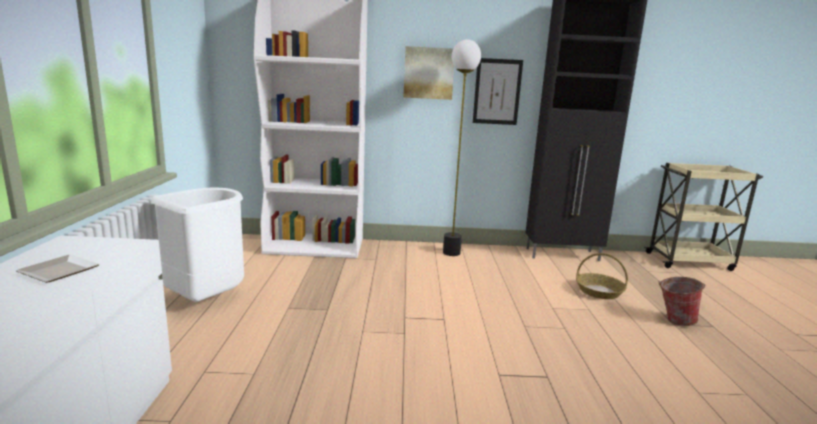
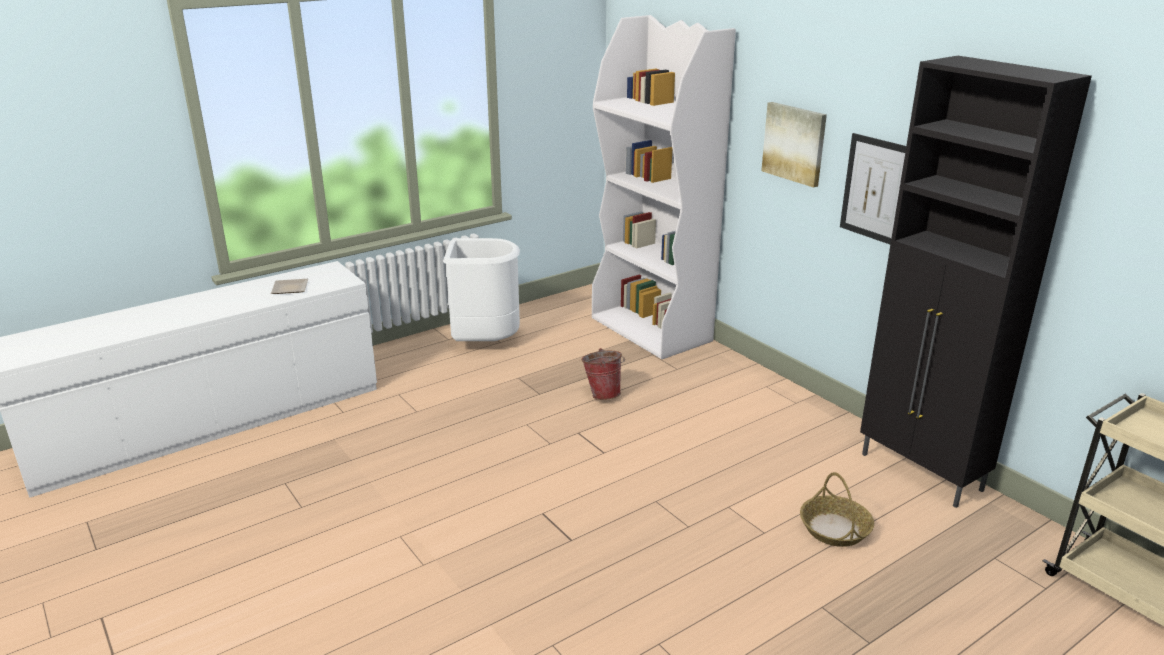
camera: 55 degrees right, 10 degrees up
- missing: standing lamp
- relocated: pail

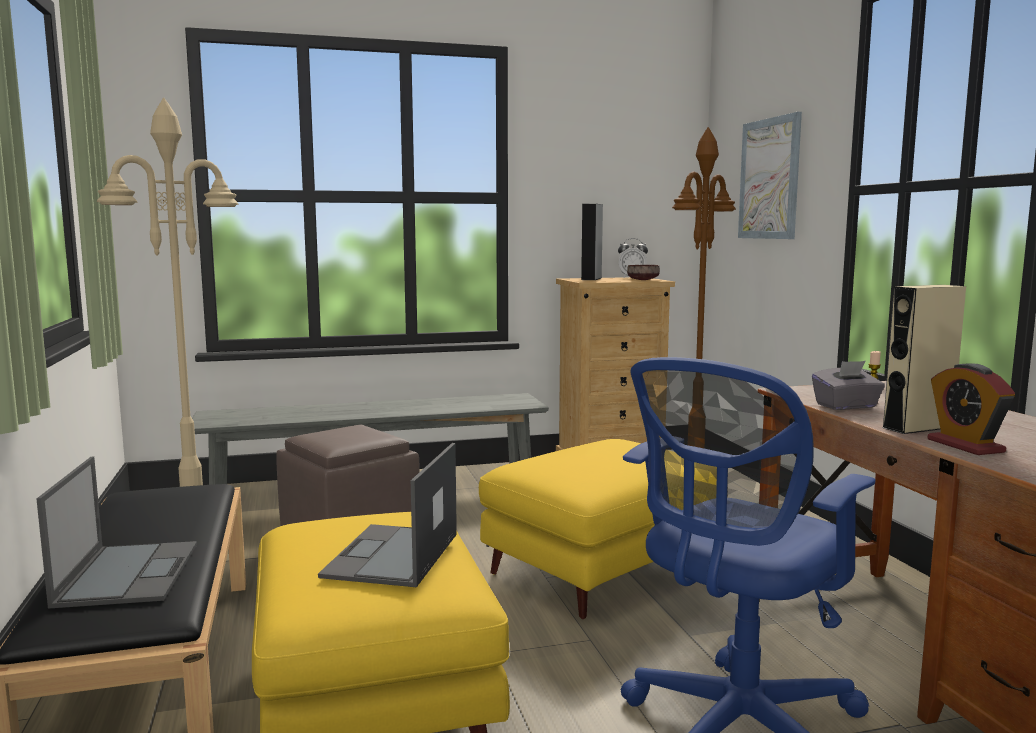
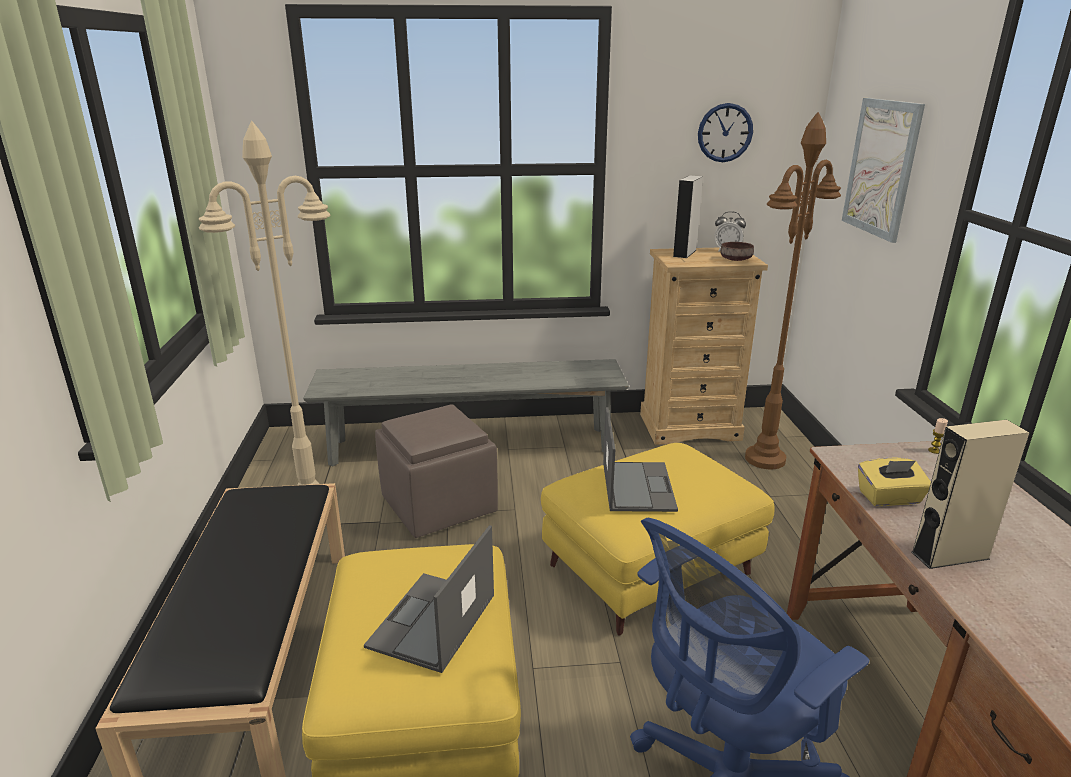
camera: 10 degrees right, 15 degrees up
- missing: alarm clock (no. 2 from left)
- appeared: wall clock
- relocated: portable computer (no. 1 from left in the first image) to portable computer (no. 2 from left)
- colour: gray tissue holder to yellow tissue holder

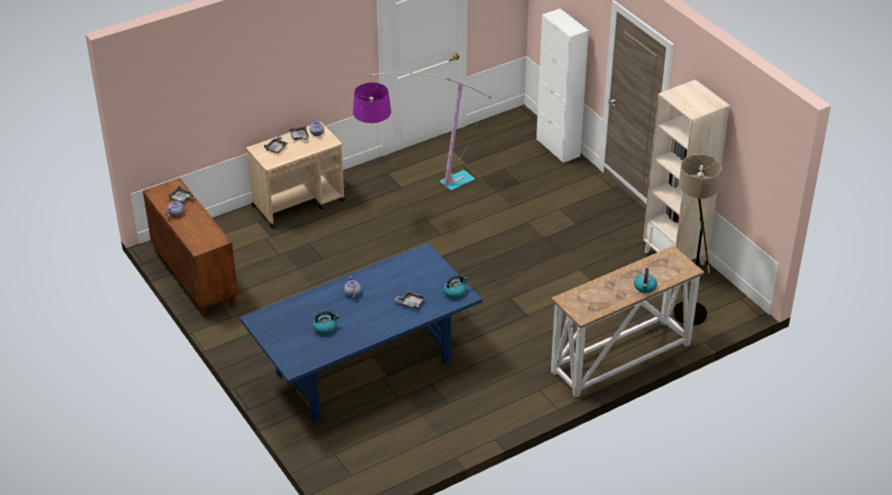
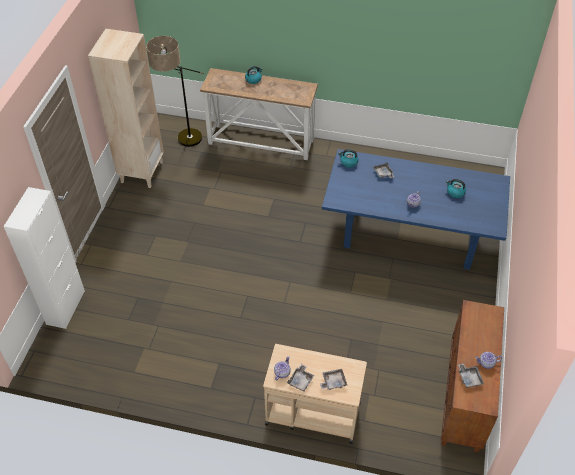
camera: 135 degrees left, 10 degrees up
- missing: standing lamp (no. 1 from left)

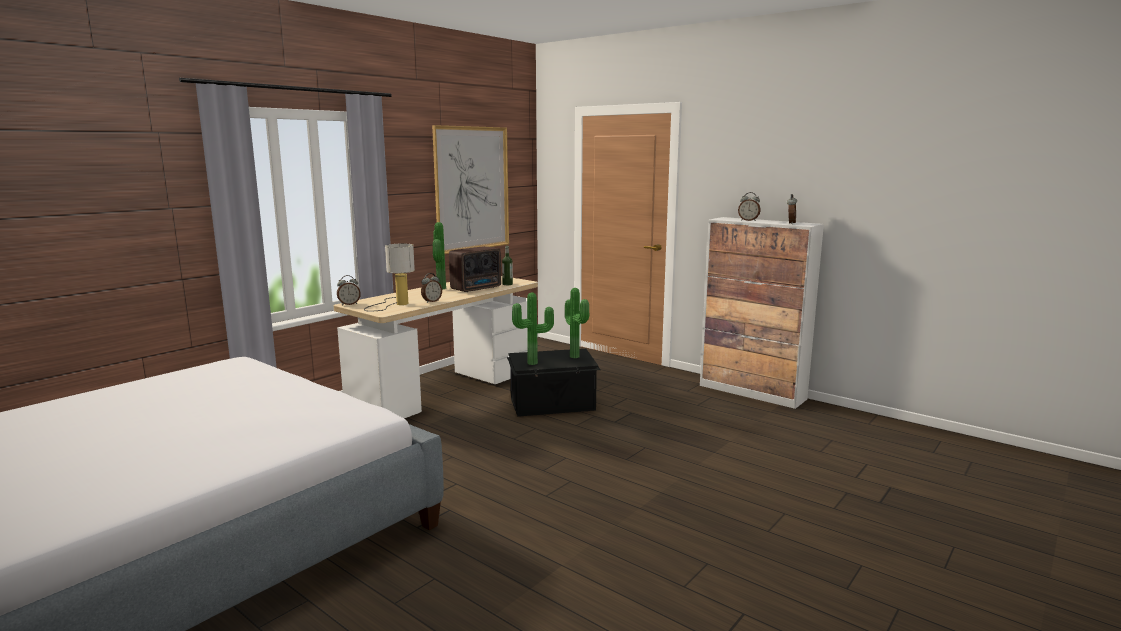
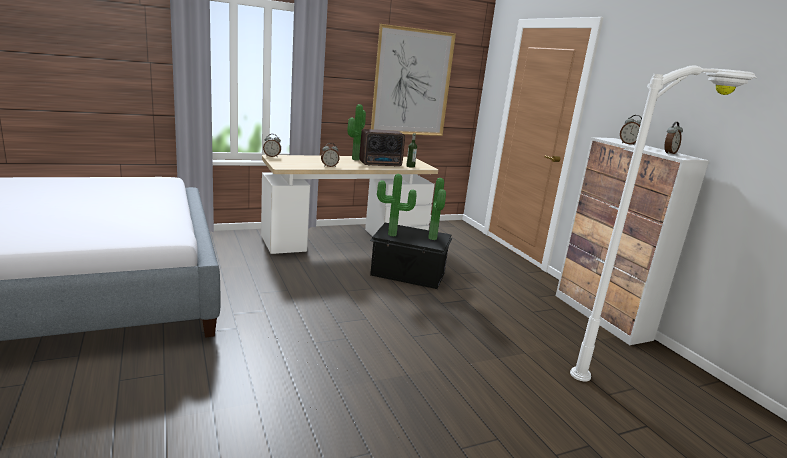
camera: 25 degrees right, 5 degrees up
- missing: tabletop lamp
- appeared: white standing lamp

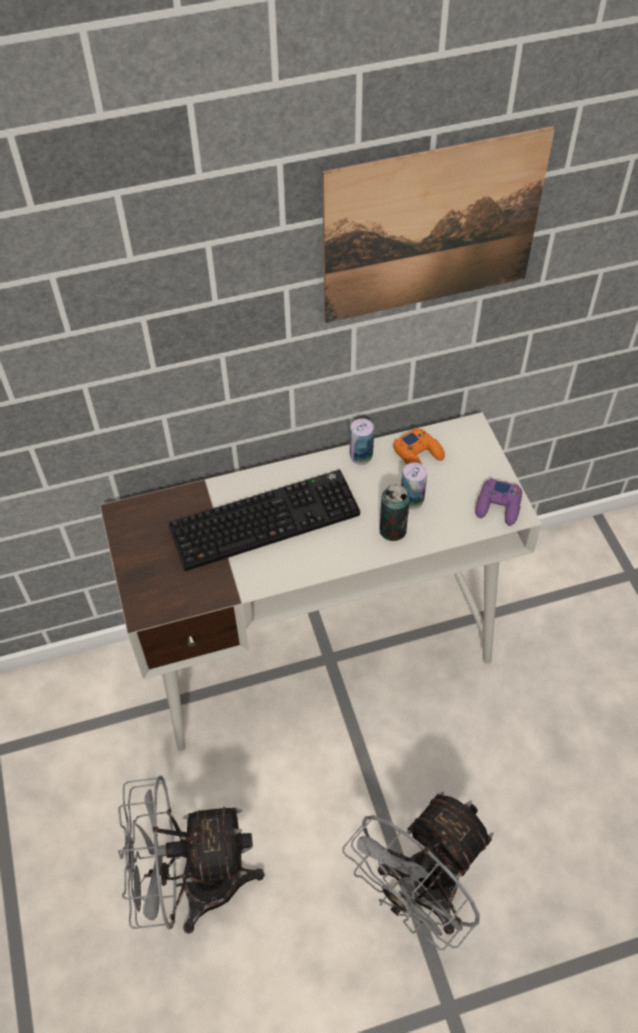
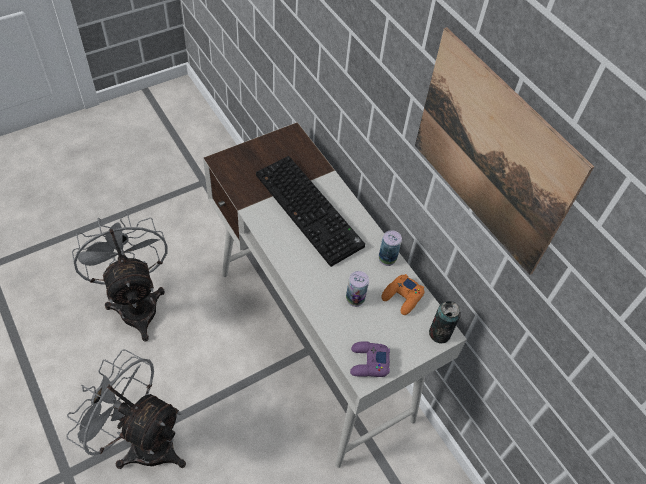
camera: 70 degrees right, 0 degrees up
- relocated: can (no. 2 from left in the first image) to can (no. 3 from left)

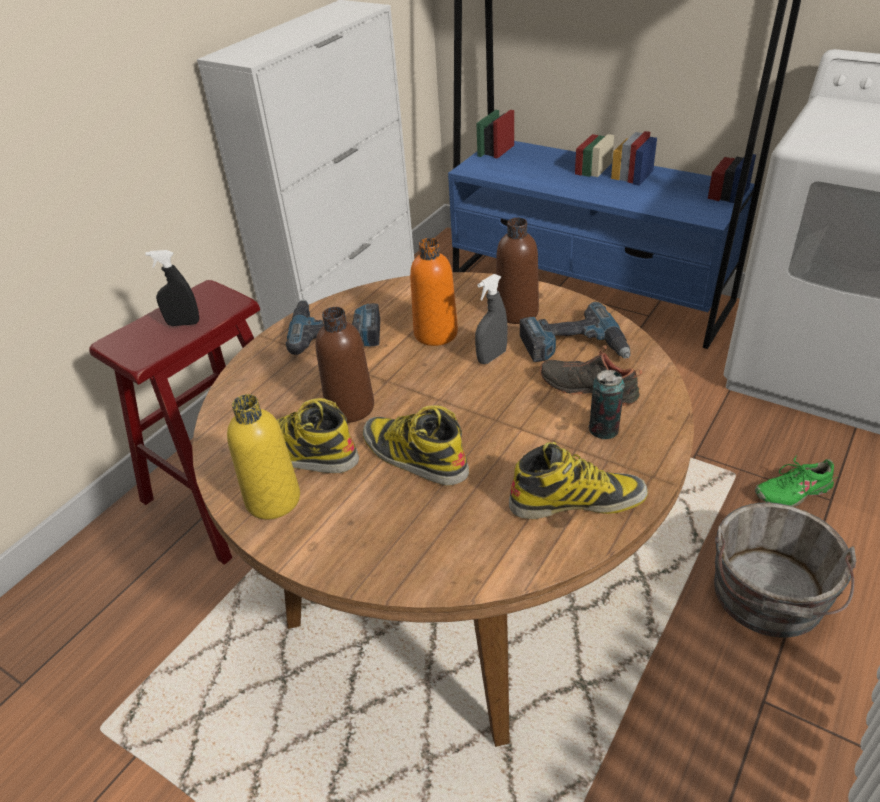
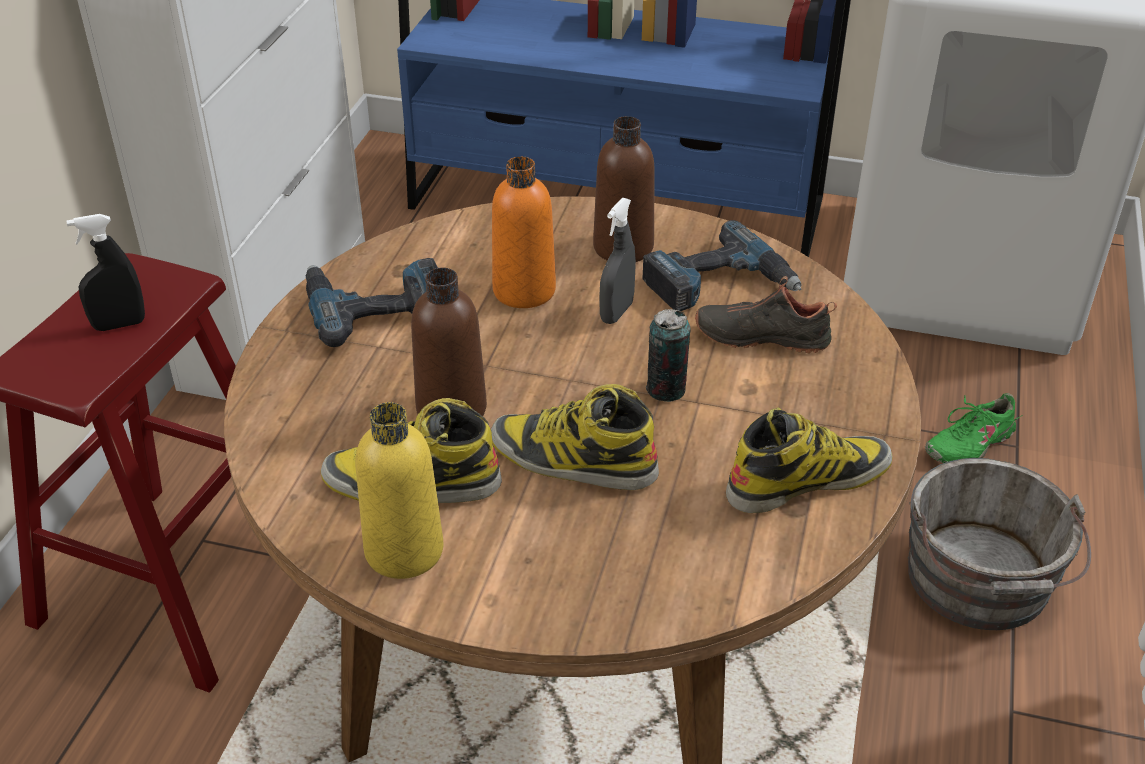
camera: 20 degrees left, 0 degrees up
- relocated: can

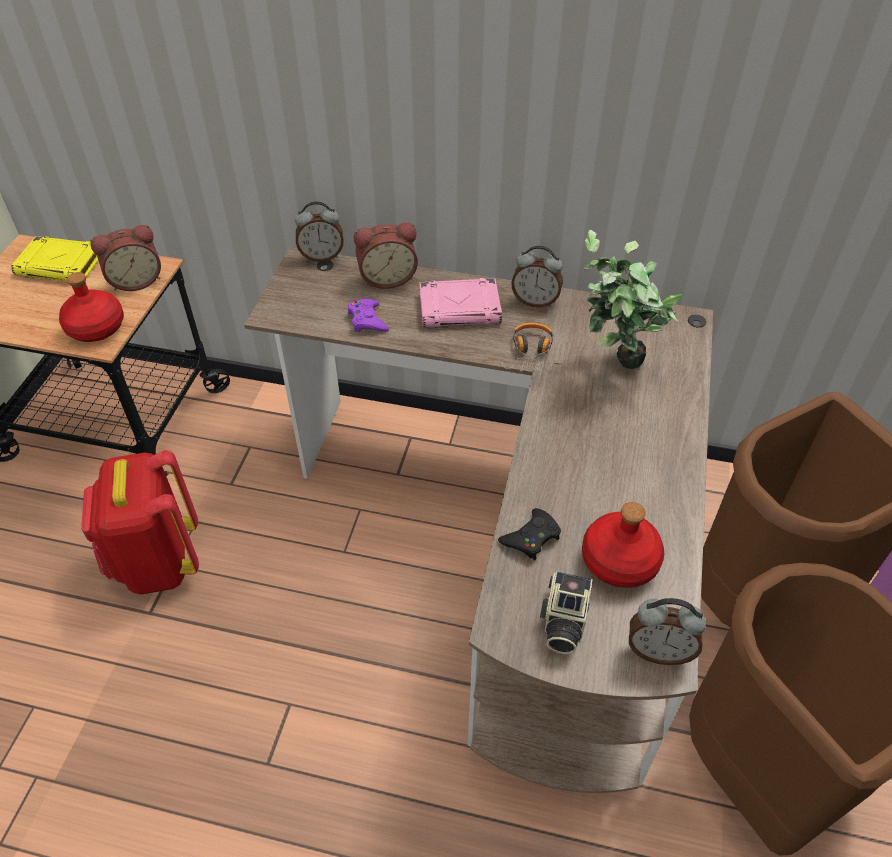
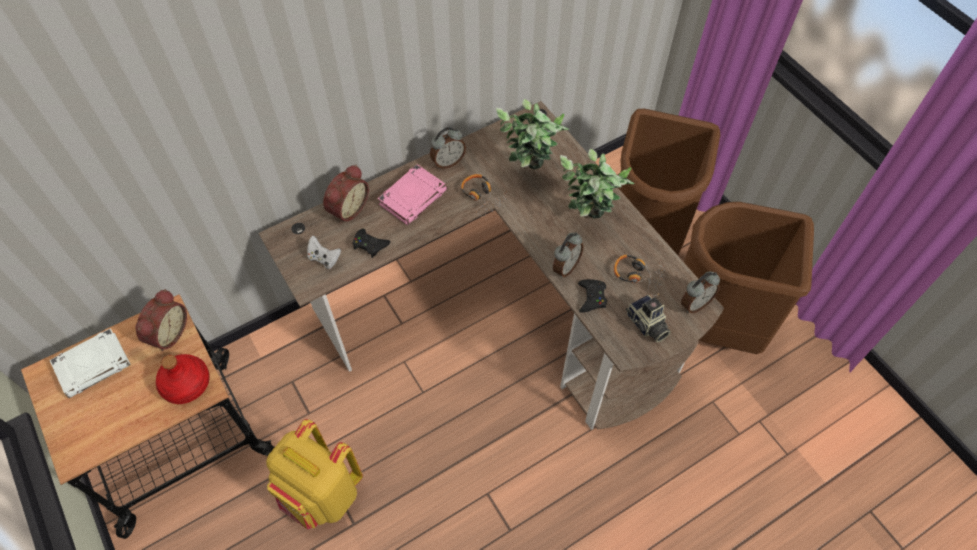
camera: 45 degrees left, 10 degrees up
- appeared: white joypad
- appeared: potted plant (no. 2 from left)
- relocated: alarm clock (no. 2 from left in the first image) to alarm clock (no. 4 from left)
- exchanged: reddish drink bottle (no. 2 from left) to headphones (no. 2 from left)
- colour: yellow volume to white volume
- colour: reddish rucksack to yellow rucksack
- colour: purple joypad to black joypad (no. 1 from left)

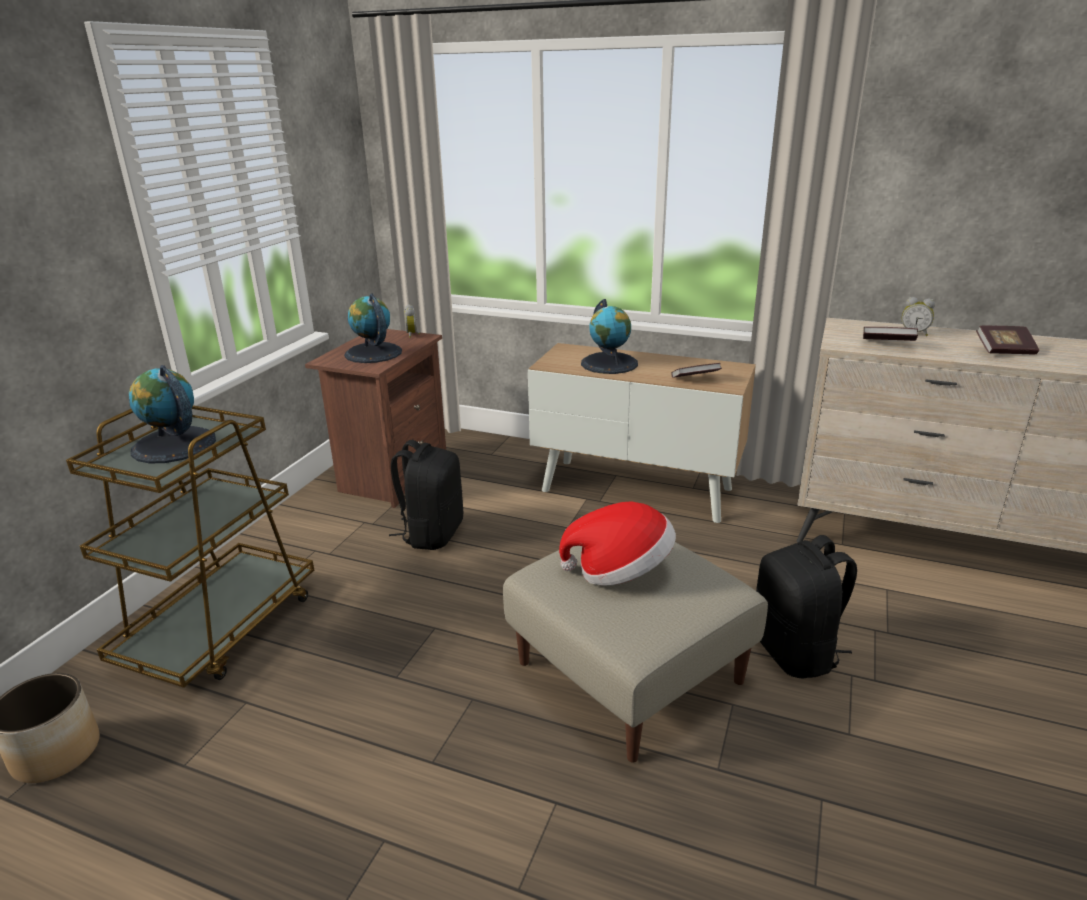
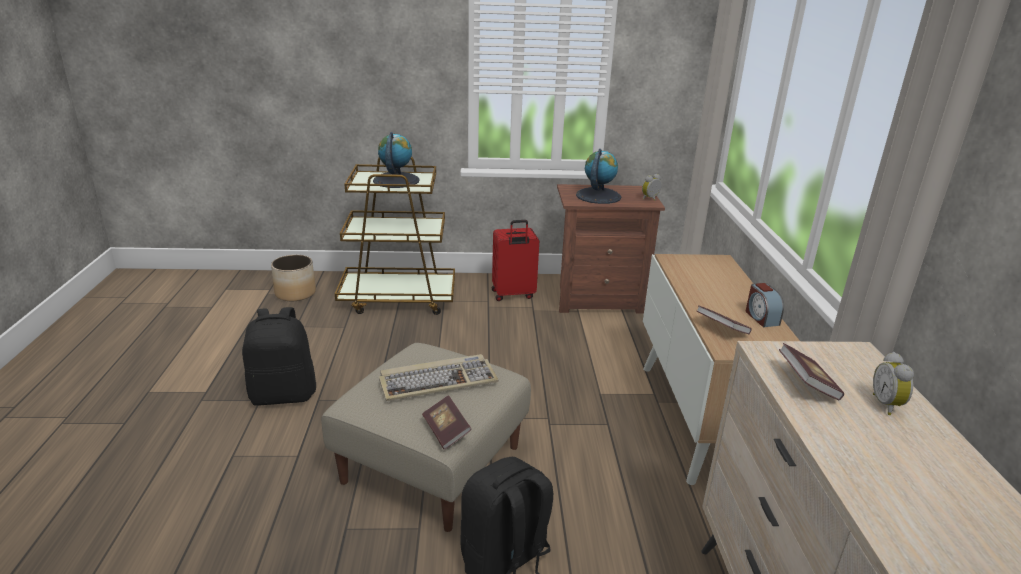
camera: 65 degrees right, 0 degrees up
- missing: world globe (no. 3 from left)
- appeared: reddish travel case
- appeared: alarm clock (no. 2 from left)
- relocated: black rucksack (no. 1 from left)
- relocated: volume (no. 3 from left in the first image) to volume (no. 1 from left)
- exchanged: wearable hat to keyboard

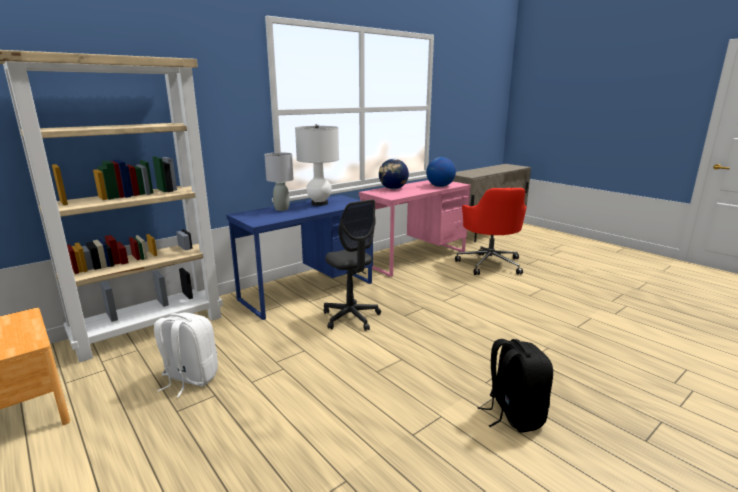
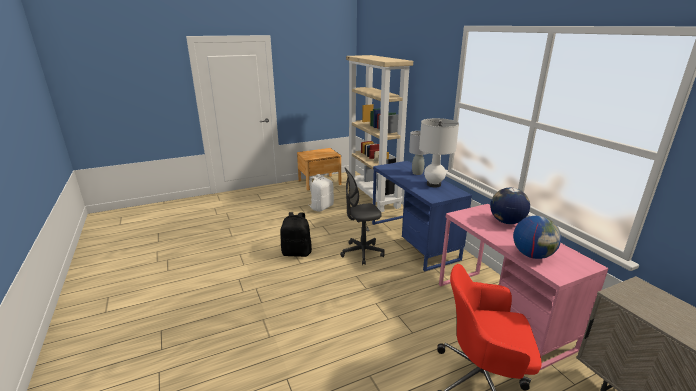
camera: 105 degrees right, 5 degrees up
- relocated: black rucksack

